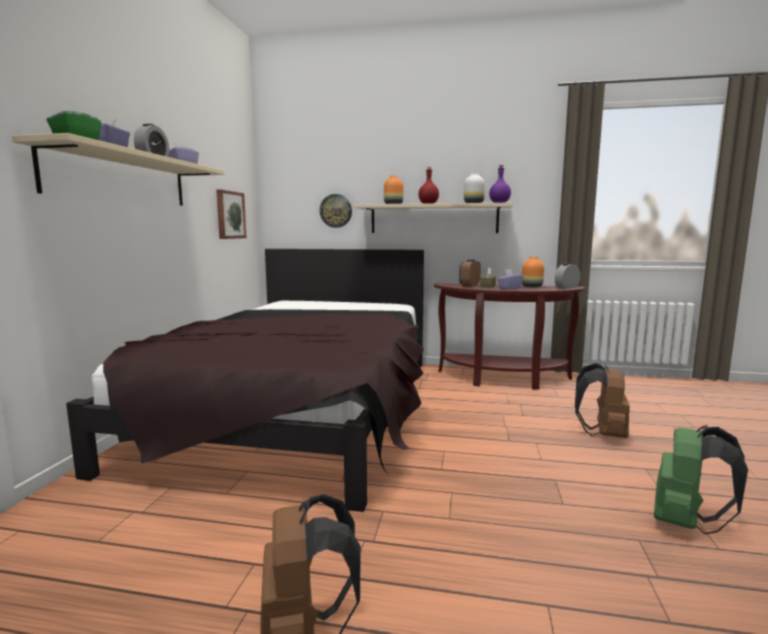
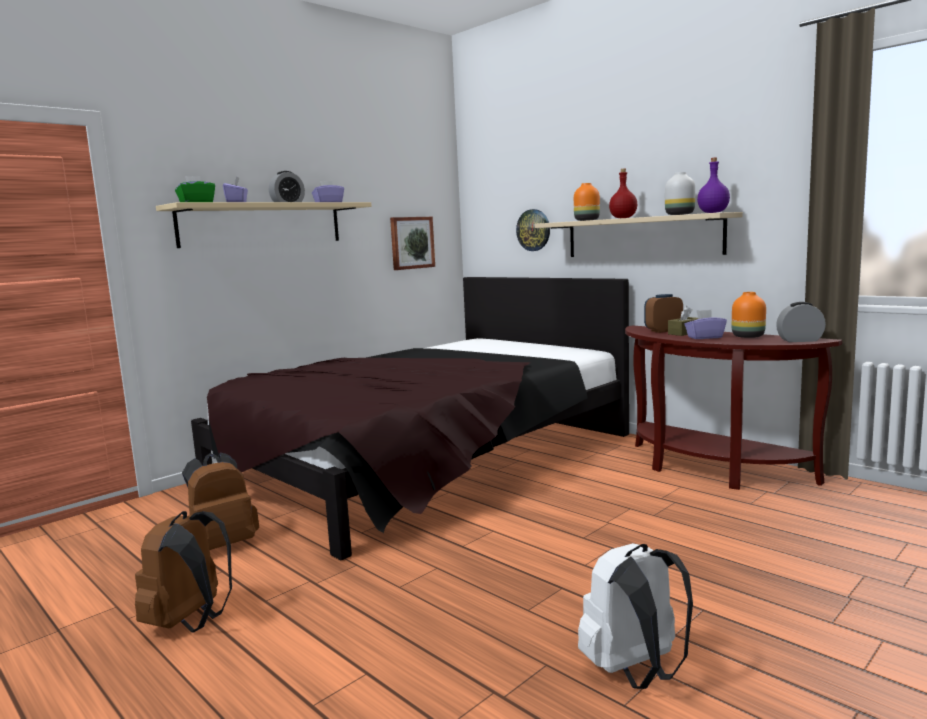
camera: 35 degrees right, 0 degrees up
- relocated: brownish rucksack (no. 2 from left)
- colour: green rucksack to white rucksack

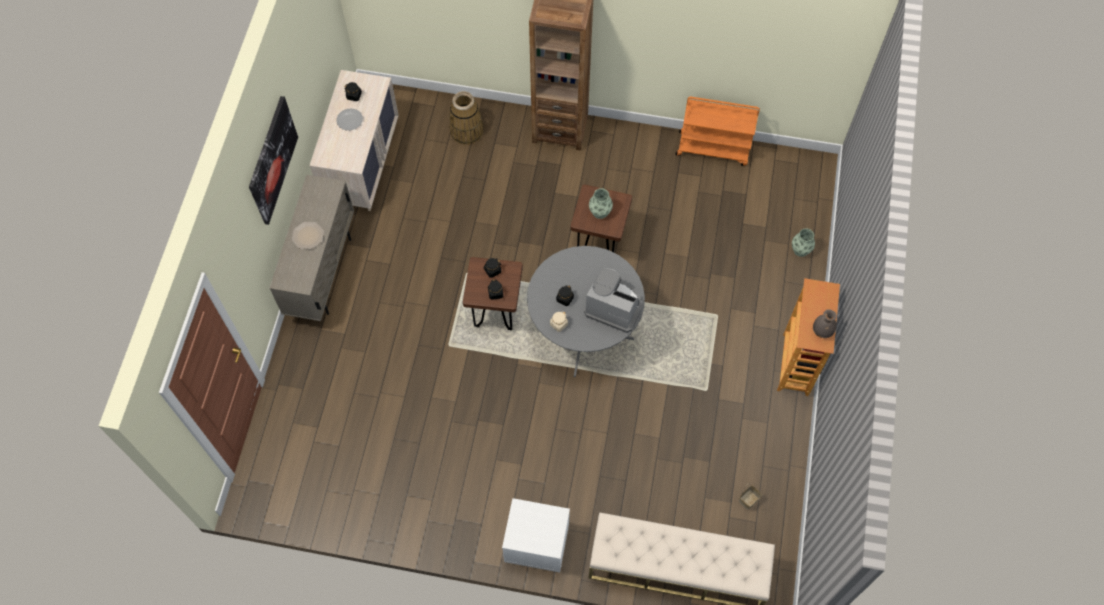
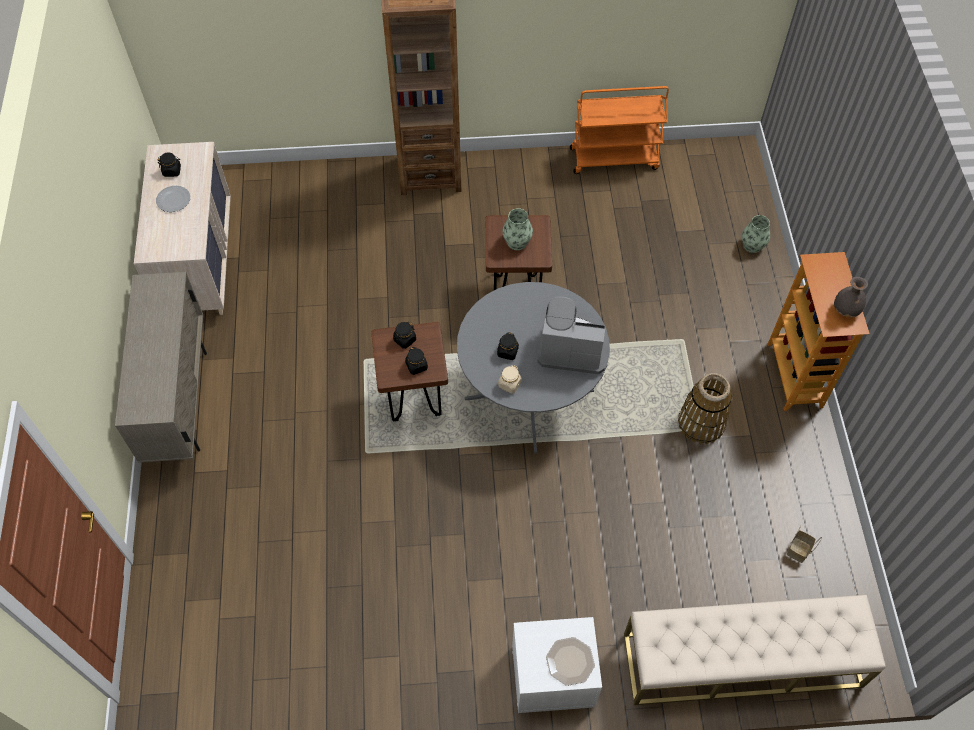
camera: 15 degrees left, 5 degrees down
- missing: picture
- relocated: dinner plate (no. 1 from left in the first image) to dinner plate (no. 2 from left)
- relocated: basket (no. 1 from left)

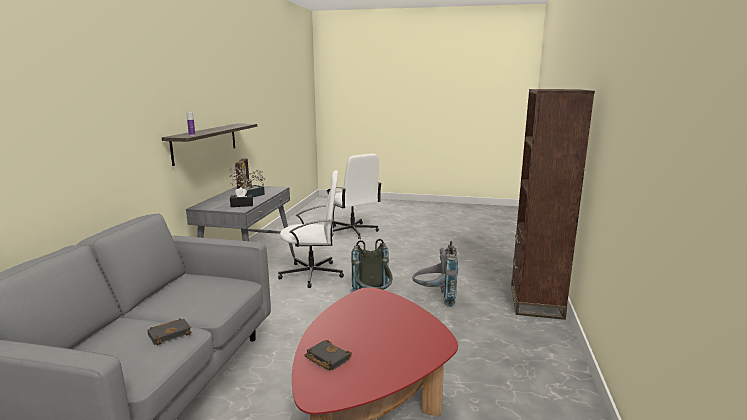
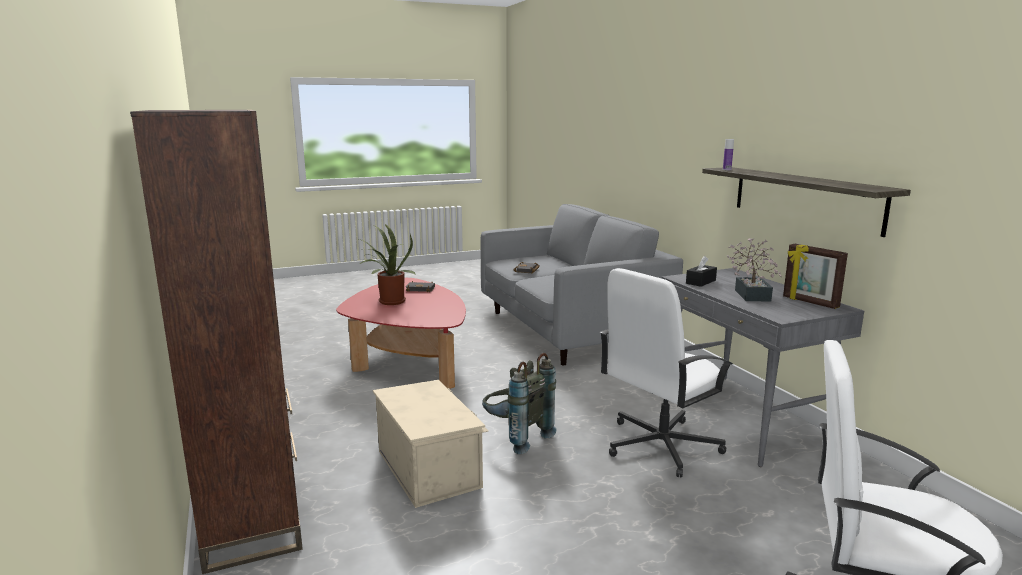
camera: 145 degrees right, 0 degrees up
- appeared: potted plant (no. 1 from left)
- exchanged: gray rucksack (no. 2 from left) to sand-coloured storage container

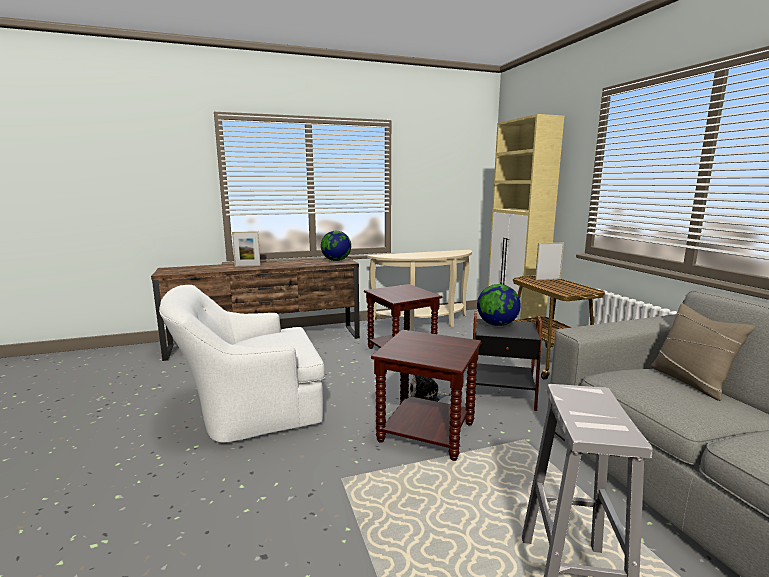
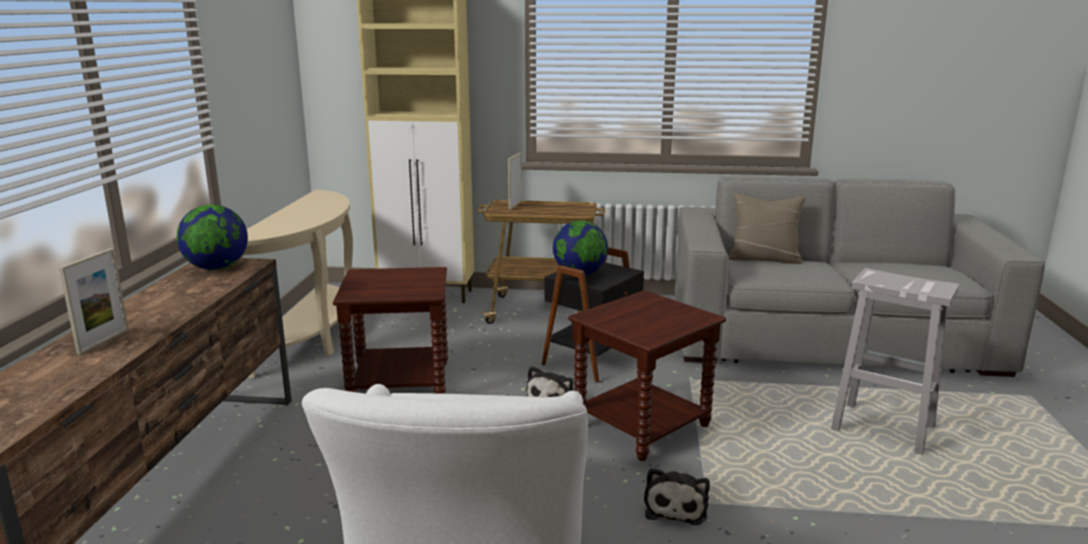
camera: 65 degrees left, 5 degrees up
- appeared: cuddly toy (no. 2 from left)

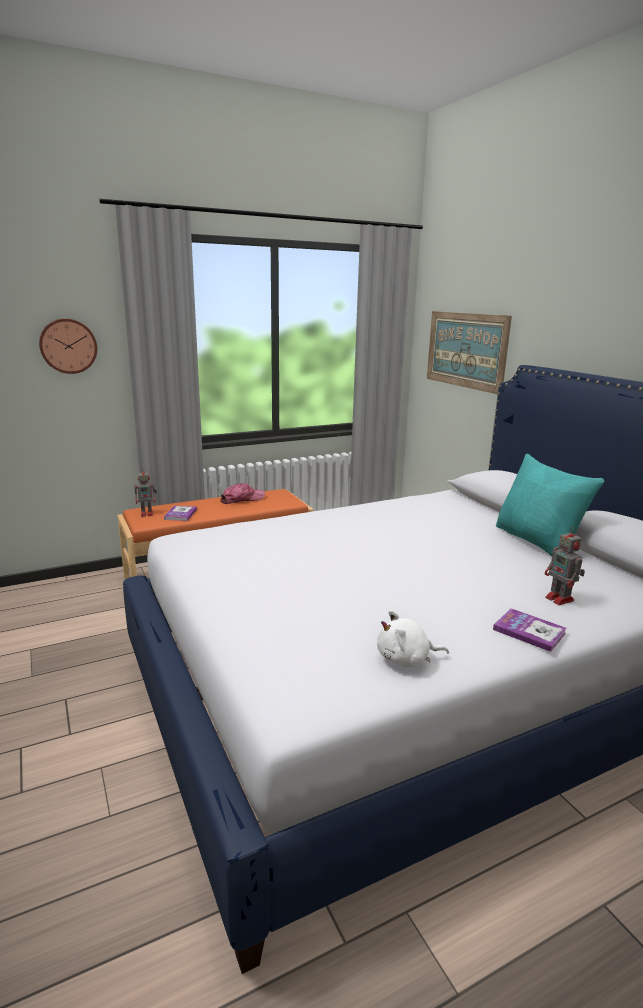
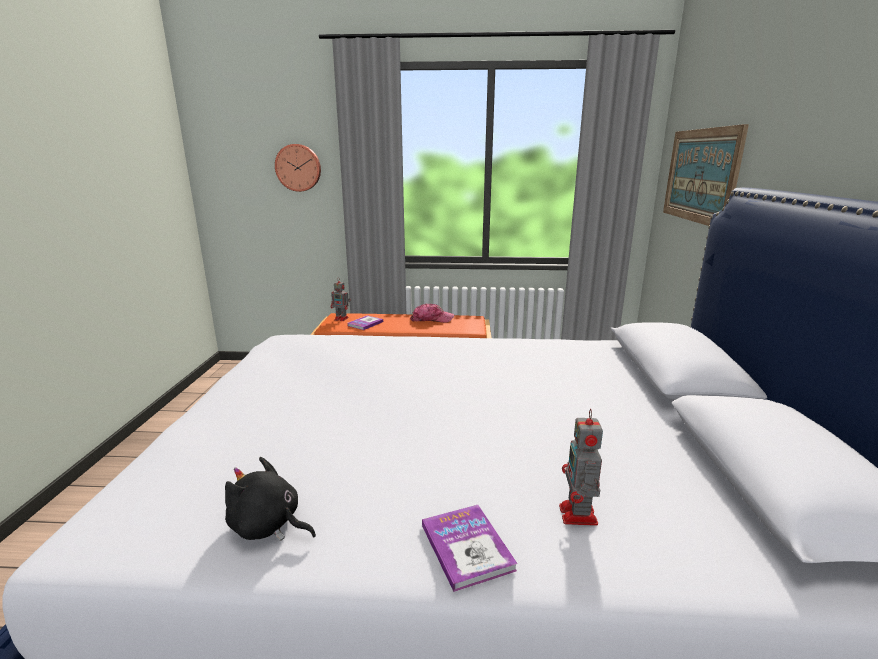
camera: 30 degrees right, 0 degrees up
- missing: turquoise throw pillow
- colour: white cuddly toy to black cuddly toy

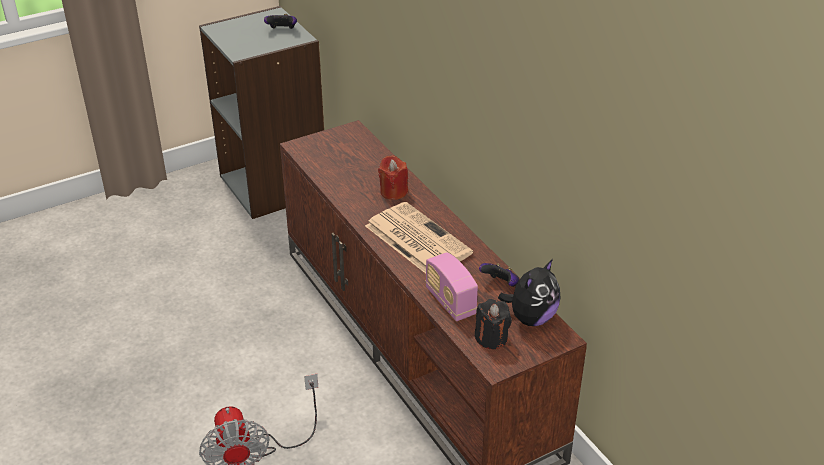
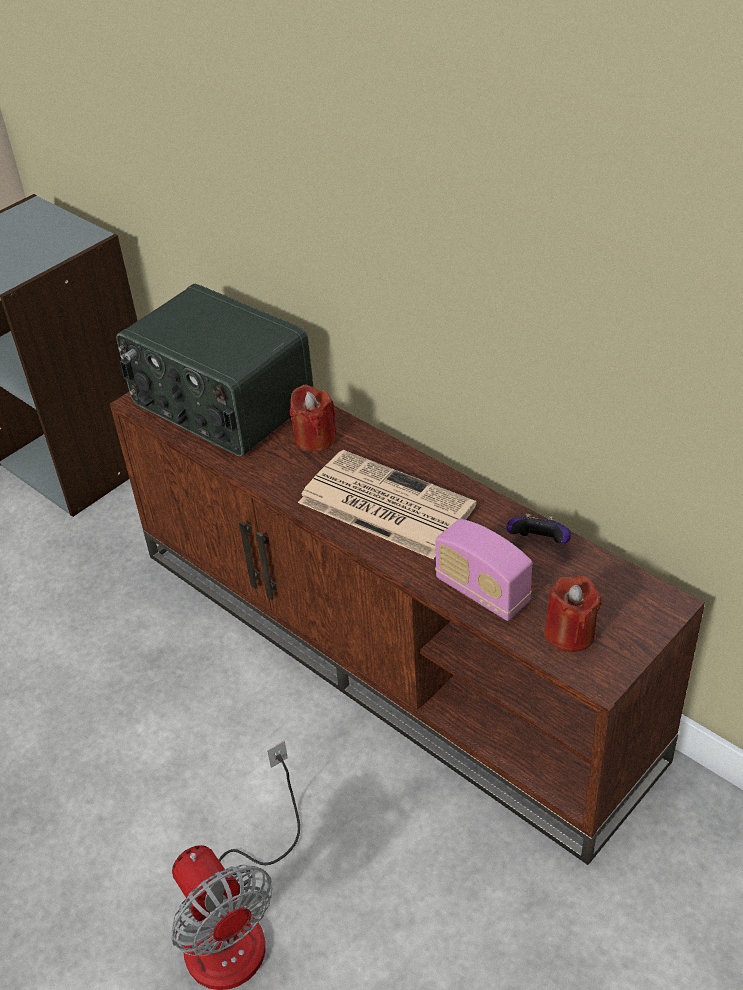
camera: 15 degrees left, 5 degrees up
- missing: joypad (no. 1 from left)
- missing: cuddly toy
- appeared: radio set (no. 1 from left)
- colour: black wax light to reddish wax light (no. 2 from left)

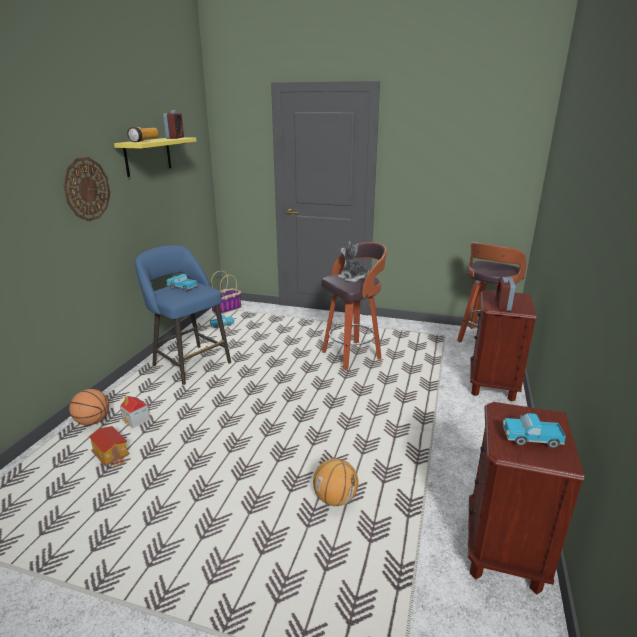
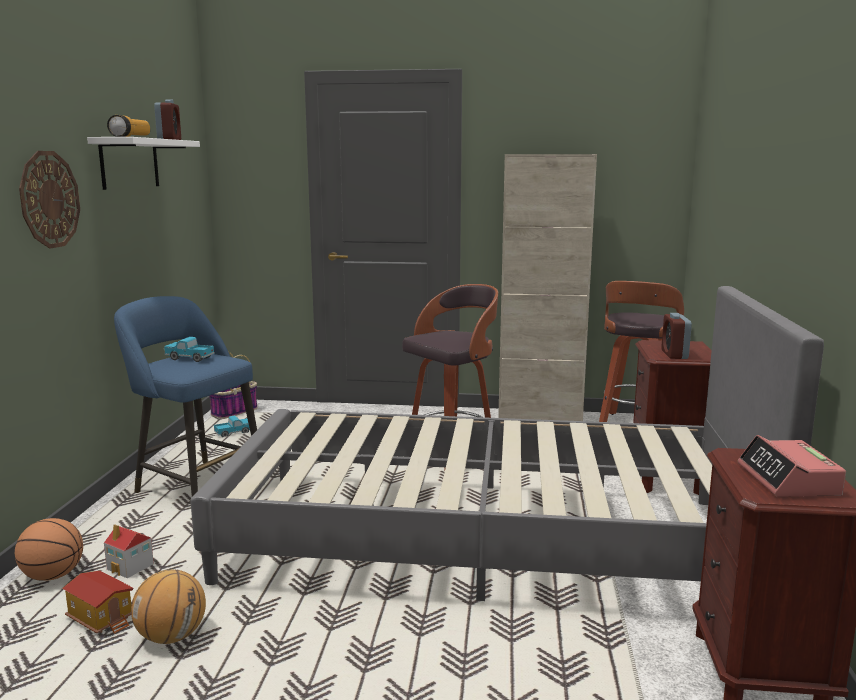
camera: 10 degrees left, 10 degrees down
- missing: cuddly toy
- appeared: gray bedroom bed
- appeared: sand-coloured cupboard
- relocated: basketball ball (no. 2 from left)
- exchanged: model truck (no. 3 from left) to alarm clock (no. 3 from left)
- colour: yellow shelf to white shelf

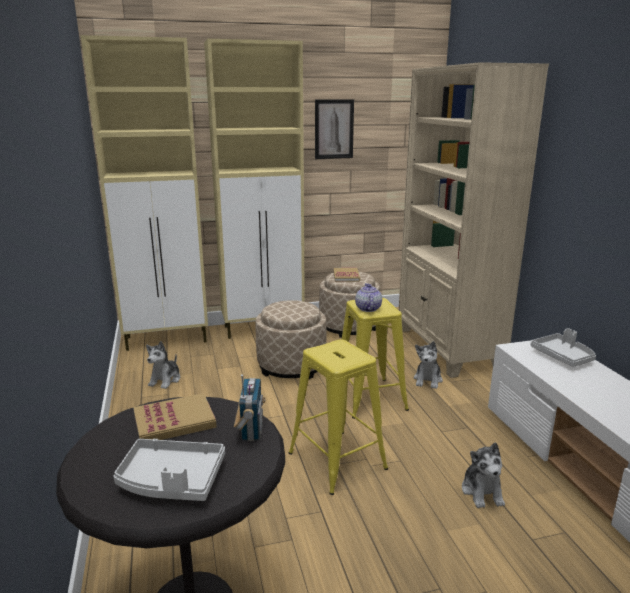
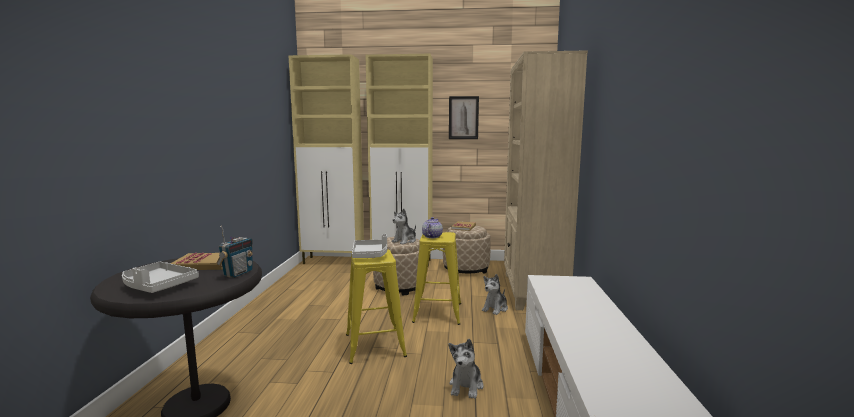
camera: 20 degrees right, 10 degrees down
- relocated: cuddly toy (no. 1 from left)
- relocated: gray tray (no. 2 from left)

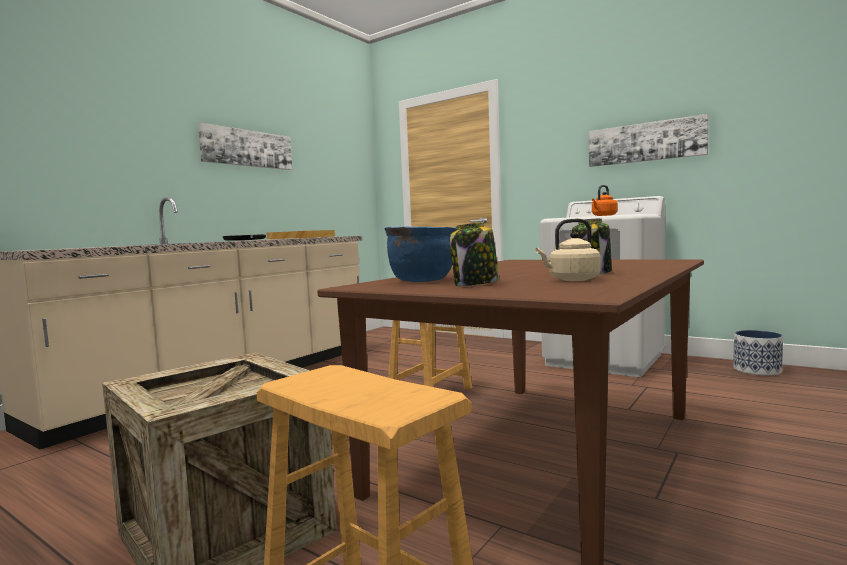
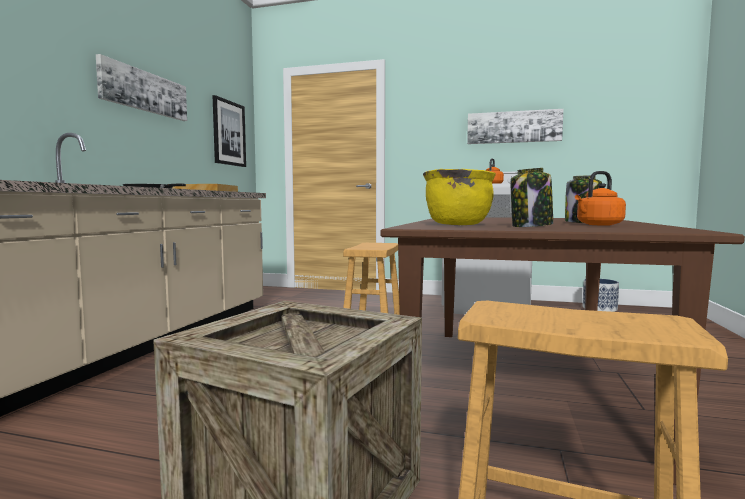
camera: 20 degrees left, 0 degrees up
- appeared: picture (no. 2 from left)
- colour: blue-coloured stockpot to yellow stockpot
- colour: sand-coloured kettle to orange kettle (no. 2 from left)

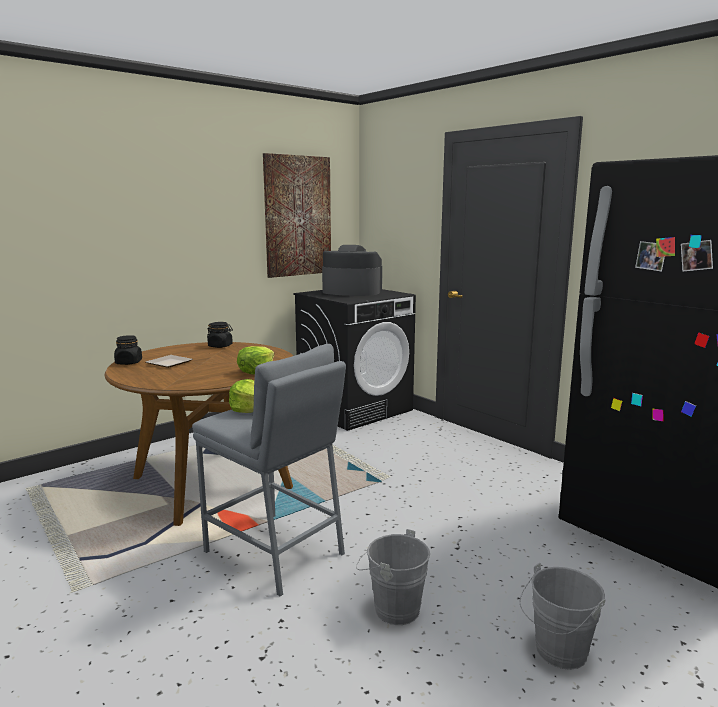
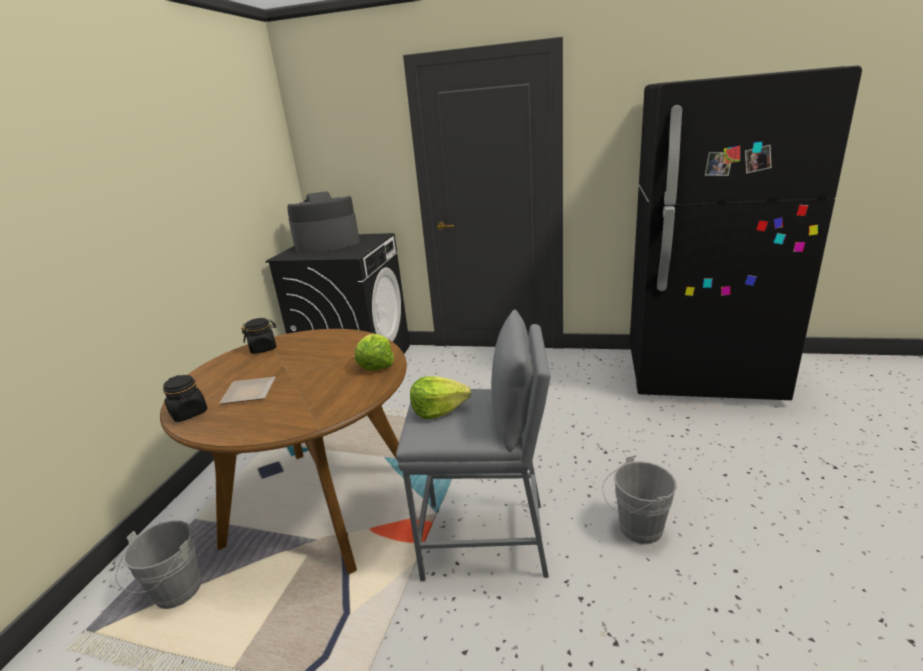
camera: 35 degrees left, 10 degrees up
- missing: picture
- relocated: gray pail (no. 2 from left in the first image) to gray pail (no. 1 from left)

